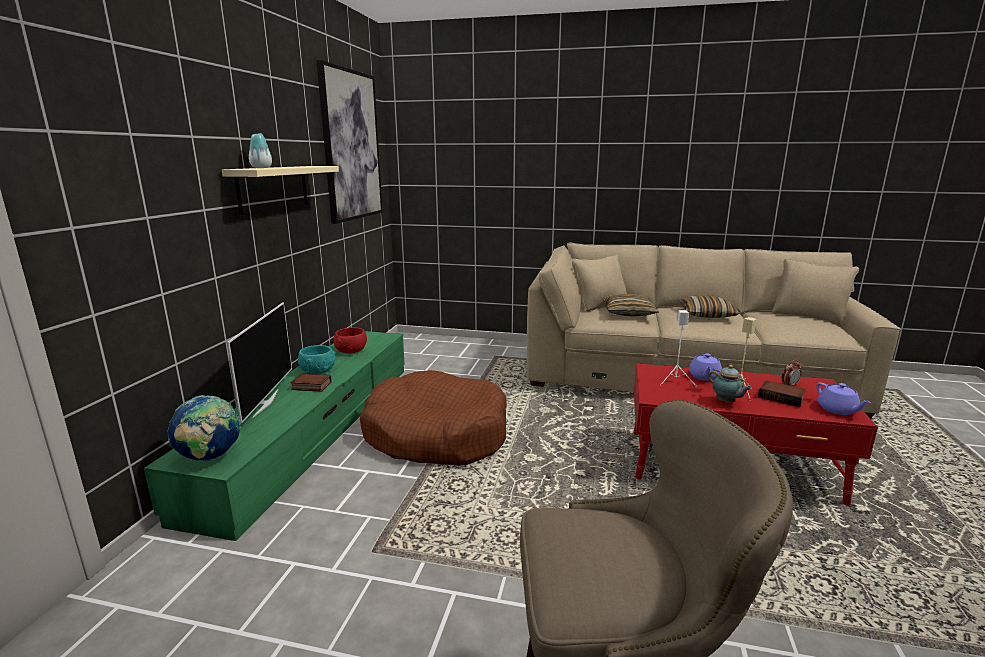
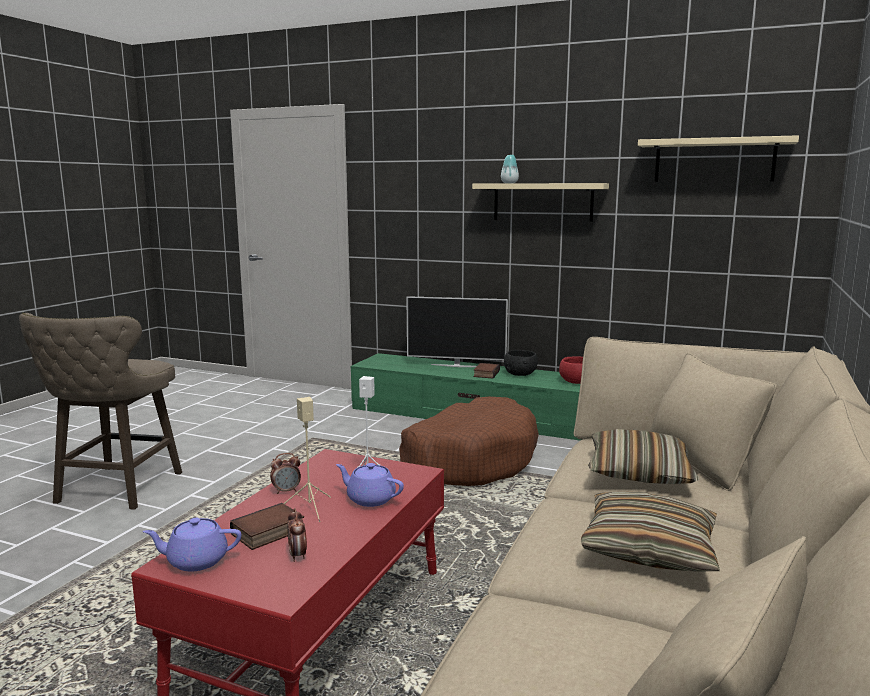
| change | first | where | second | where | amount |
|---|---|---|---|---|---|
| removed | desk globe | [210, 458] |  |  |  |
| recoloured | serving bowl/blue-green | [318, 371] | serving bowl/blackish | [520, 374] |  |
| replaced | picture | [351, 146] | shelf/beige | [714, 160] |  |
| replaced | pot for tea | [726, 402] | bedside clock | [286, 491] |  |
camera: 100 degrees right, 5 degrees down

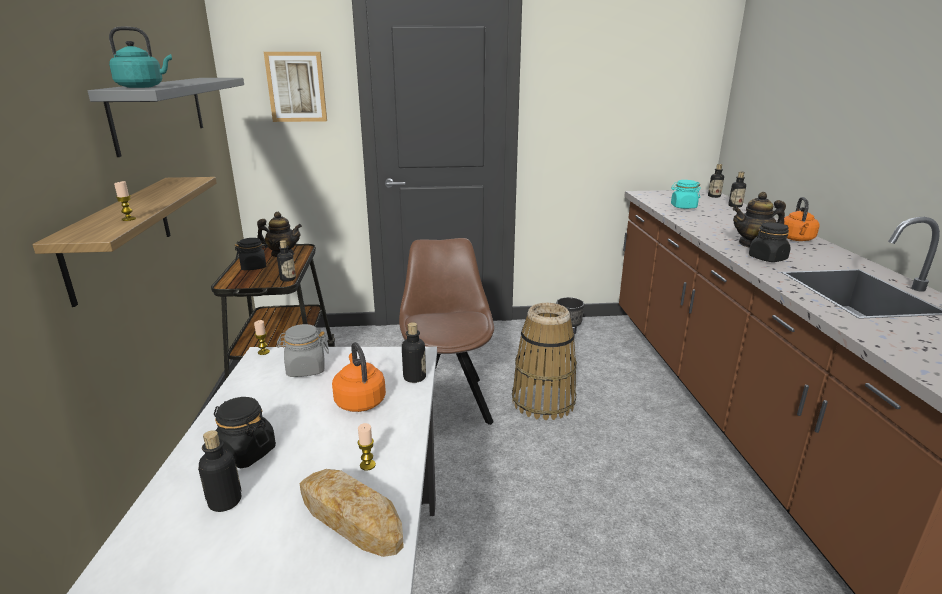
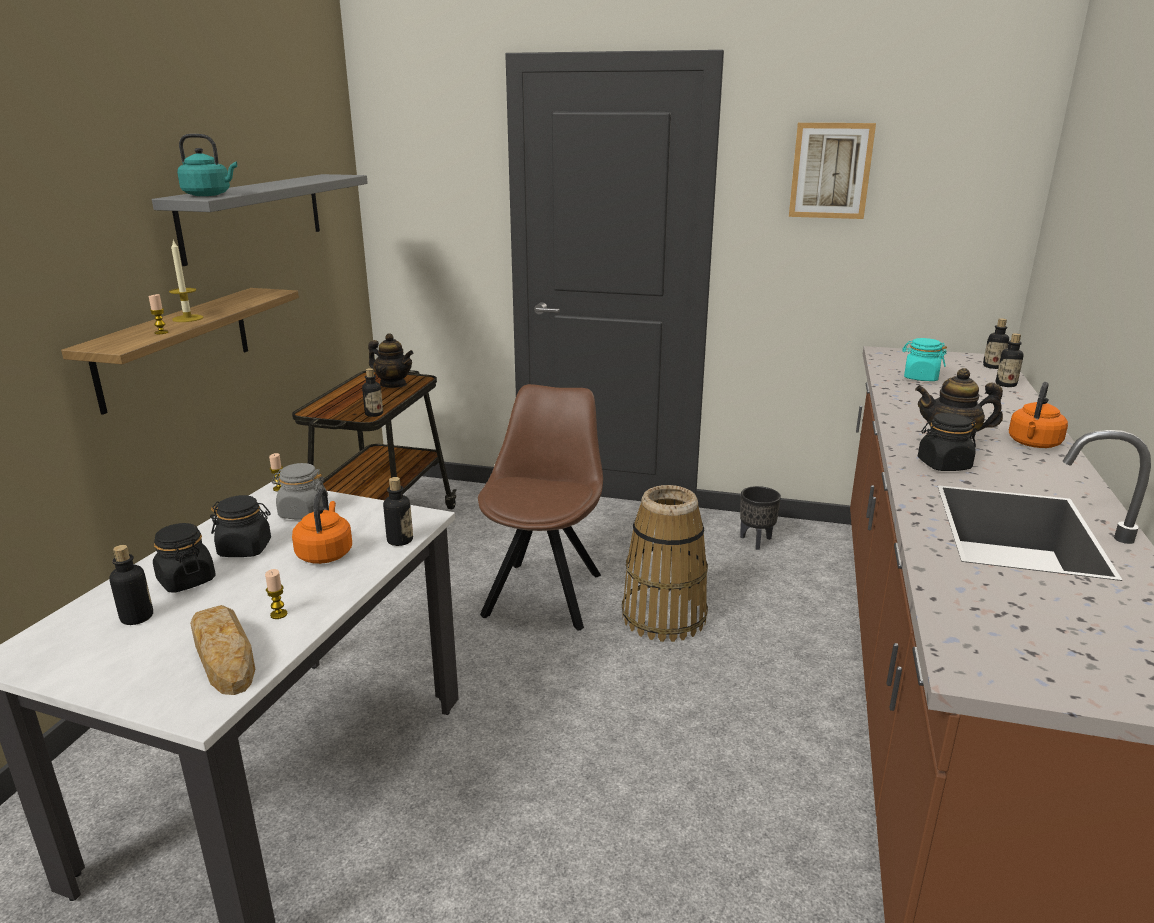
| change | first | where | second | where | amount |
|---|---|---|---|---|---|
| moved | jar/blackish | [254, 267] |  | [245, 549] |  |
| moved | picture | [296, 87] |  | [830, 170] |  |
| added |  |  | wax light | [188, 318] |  |
camera: 20 degrees right, 0 degrees up

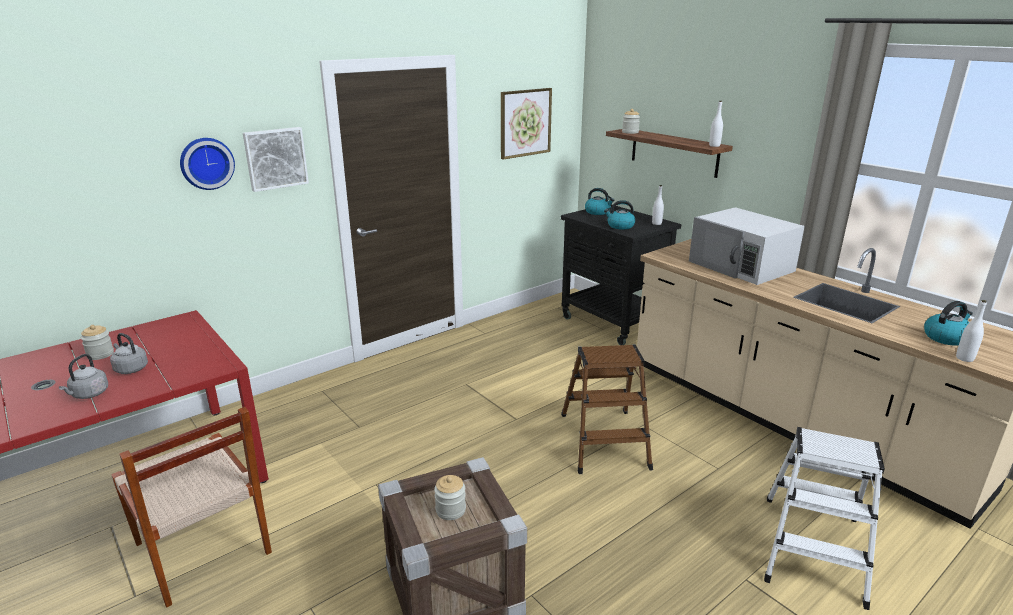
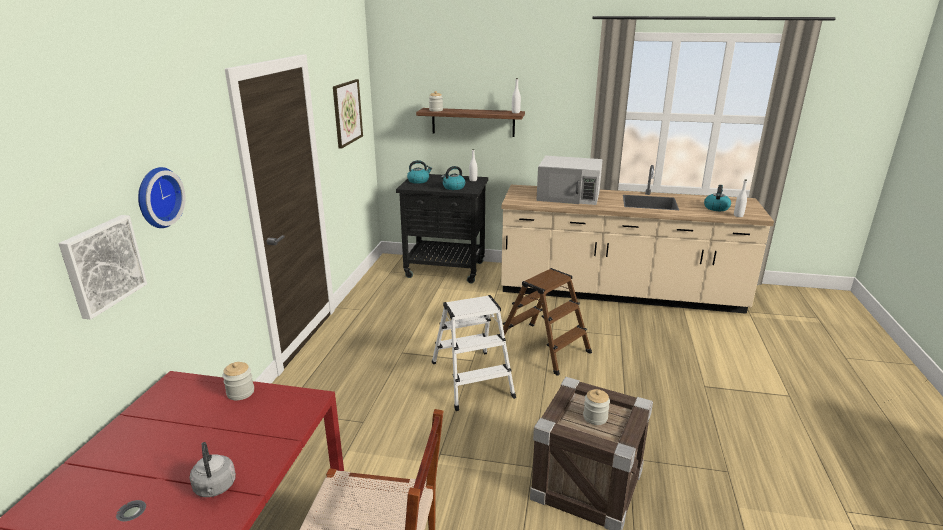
| change | first | where | second | where | amount |
|---|---|---|---|---|---|
| moved | jar | [100, 354] |  | [240, 392] |  |
| removed | water kettle/gray | [130, 368] |  |  |  |
| moved | picture | [275, 158] |  | [102, 265] |  |
| moved | step ladder/whitish | [812, 547] |  | [471, 378] |  |
camera: 40 degrees left, 0 degrees up

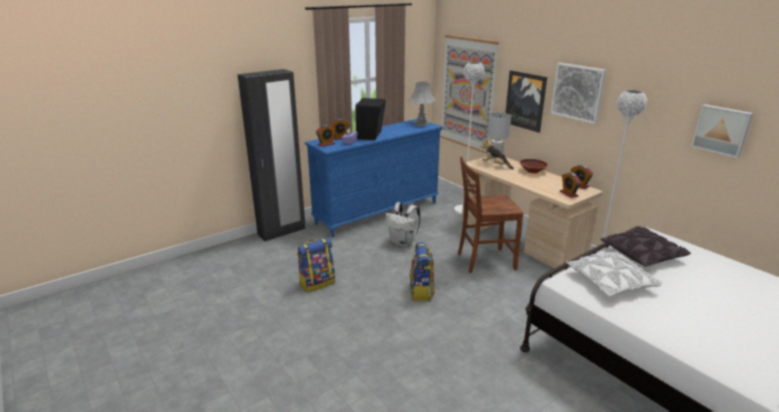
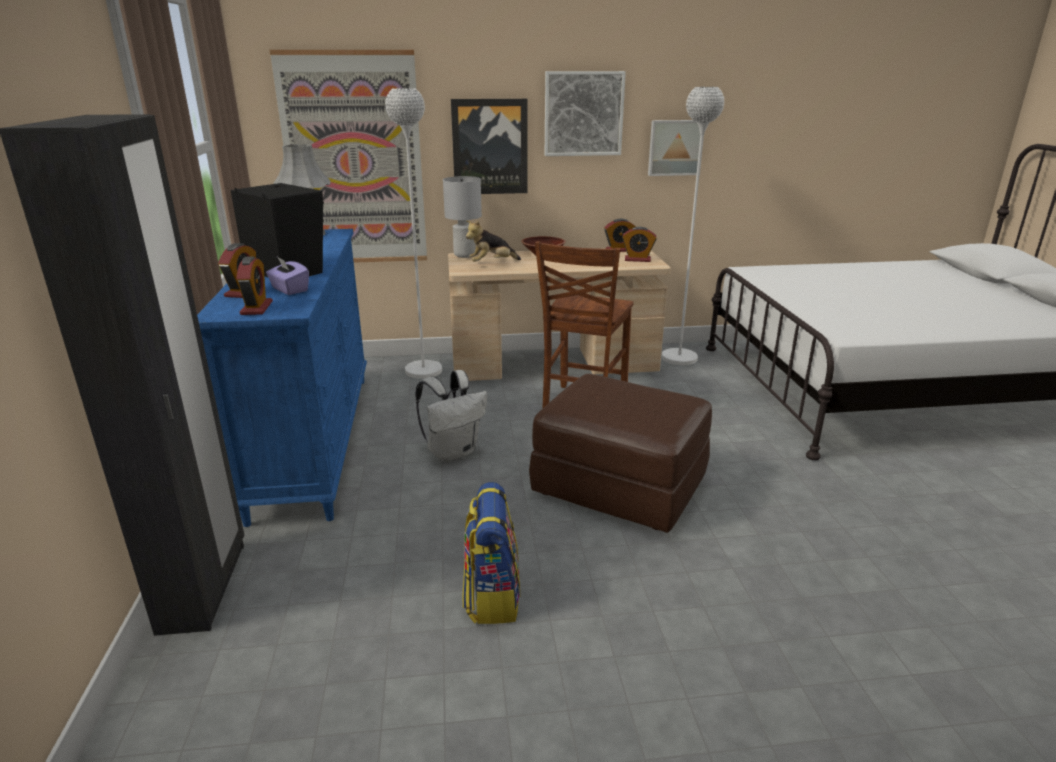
| change | first | where | second | where | amount |
|---|---|---|---|---|---|
| replaced | knapsack | [421, 291] | pouffe/brown | [620, 486] |  |
| removed | cushion/whitish | [610, 282] |  |  |  |
| removed | cushion/blackish | [642, 254] |  |  |  |
| moved | picture | [721, 130] |  | [675, 147] |  |
camera: 60 degrees left, 0 degrees up

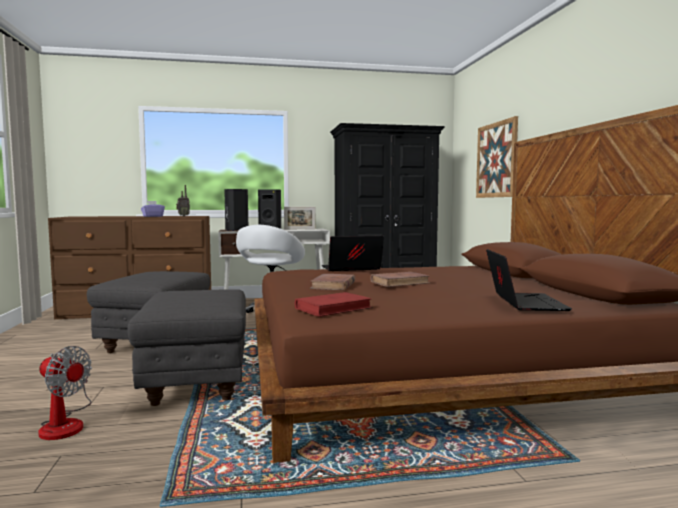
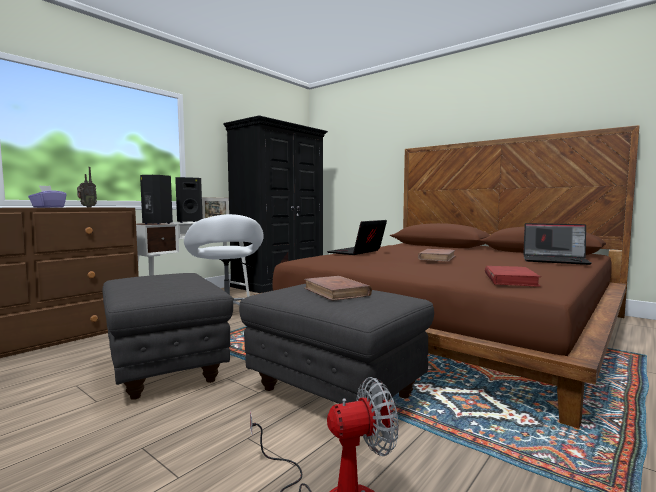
| change | first | where | second | where | amount |
|---|---|---|---|---|---|
| moved | bound book/brown | [333, 285] |  | [336, 292] |  |
| removed | picture | [496, 160] |  |  |  |
| turned | notebook computer | [523, 302] |  | [555, 260] | 150 degrees clockwise |
camera: 40 degrees left, 0 degrees up

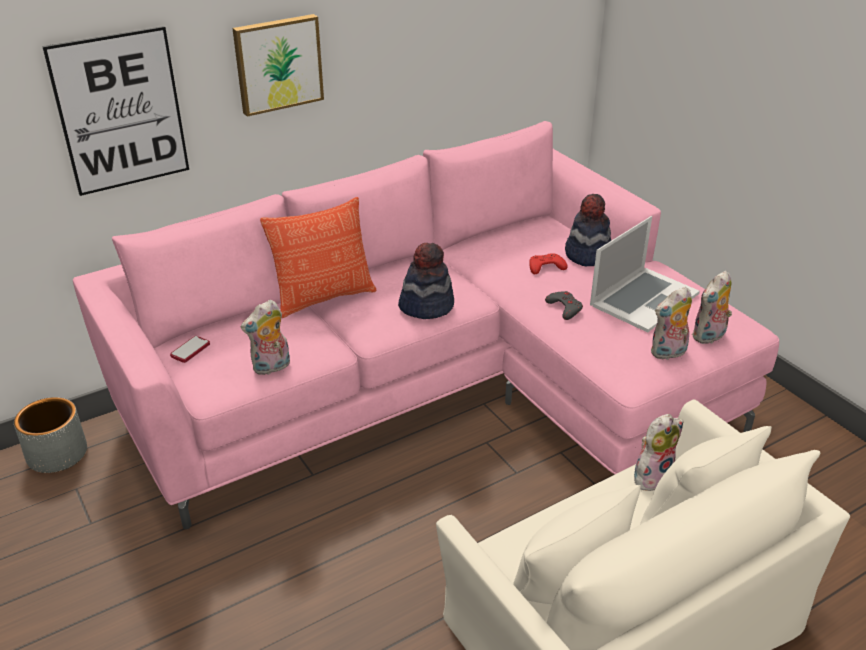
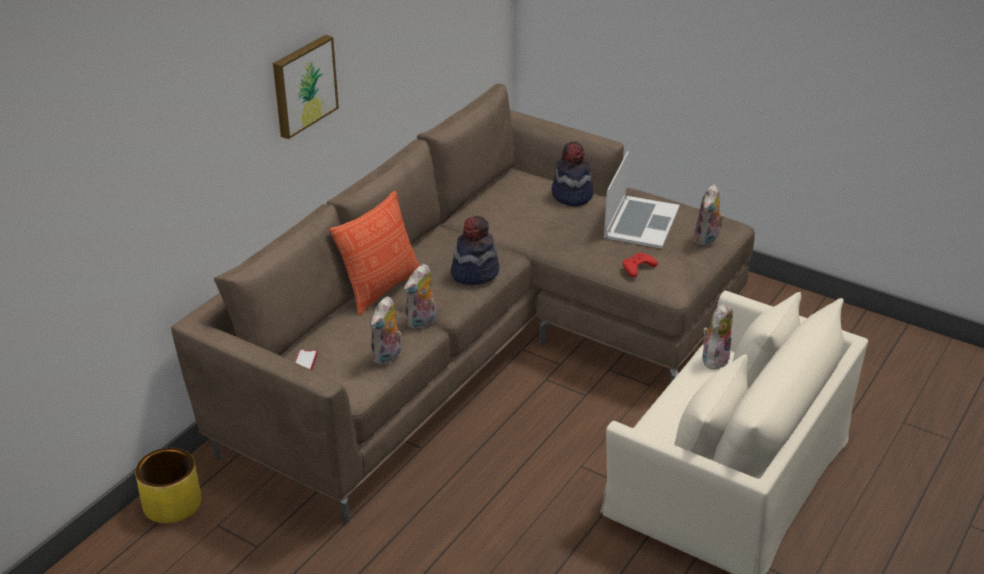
| change | first | where | second | where | amount |
|---|---|---|---|---|---|
| recoloured | planter/gray | [58, 454] | planter/yellow-coloured | [172, 504] |  |
| removed | picture | [120, 112] |  |  |  |
| recoloured | settee/pinkish | [443, 387] | settee/brown | [479, 345] |  |
| moved | game controller/red | [546, 267] |  | [637, 267] |  |
| removed | game controller/gray | [564, 308] |  |  |  |
| moved | cuddly toy | [668, 353] |  | [422, 323] |  |
camera: 25 degrees left, 0 degrees up

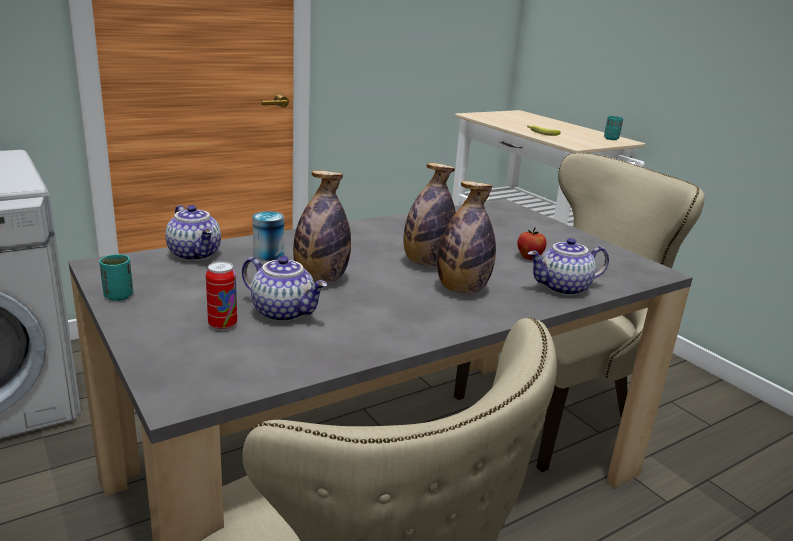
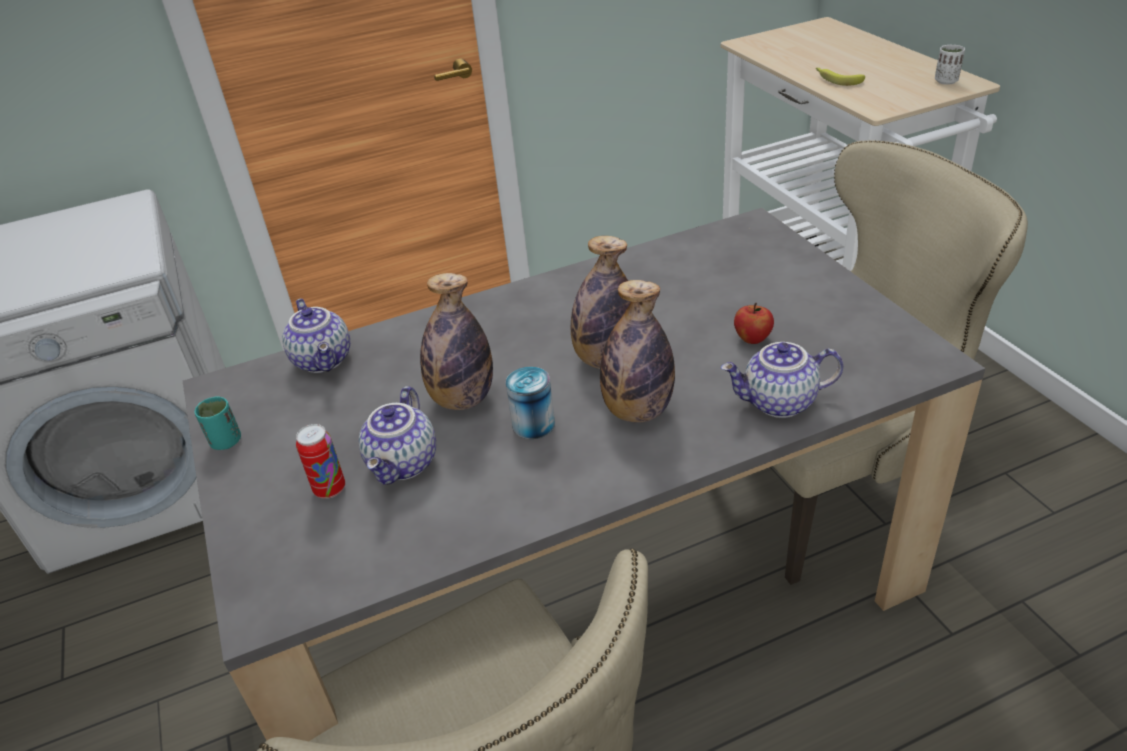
| change | first | where | second | where | amount |
|---|---|---|---|---|---|
| turned | pot for tea | [284, 312] |  | [405, 464] | 60 degrees clockwise |
| moved | sealed can | [268, 255] |  | [533, 424] |  |
| recoloured | small cup/blue-green | [611, 139] | small cup/whitish | [946, 81] |  |
camera: 15 degrees right, 15 degrees up

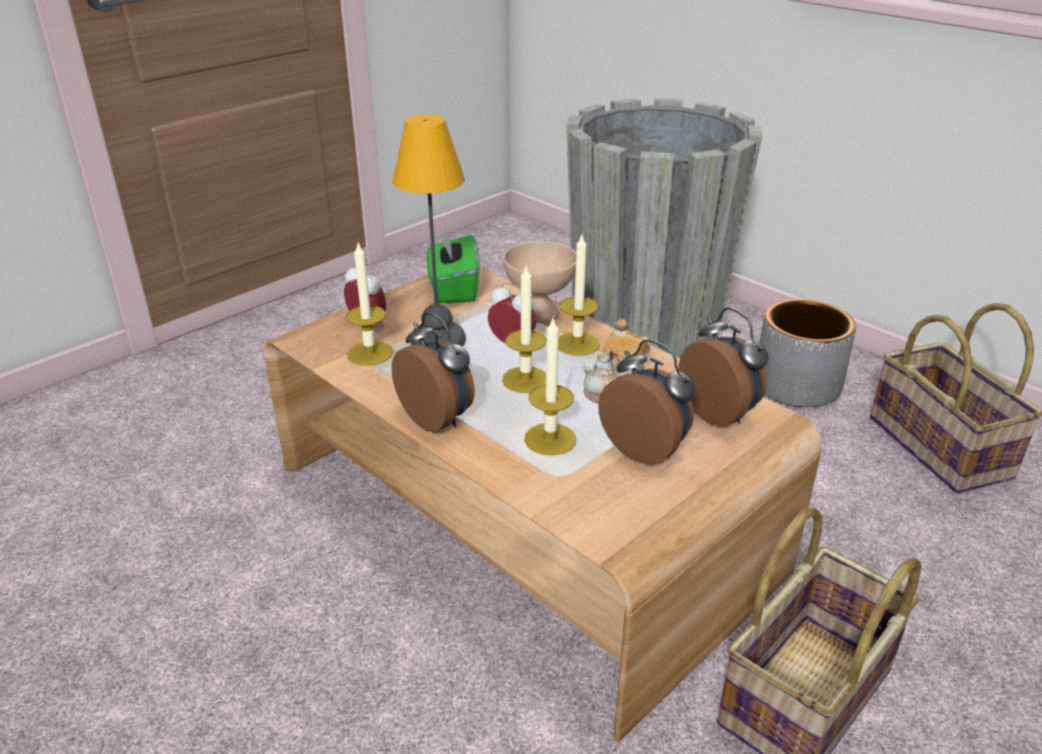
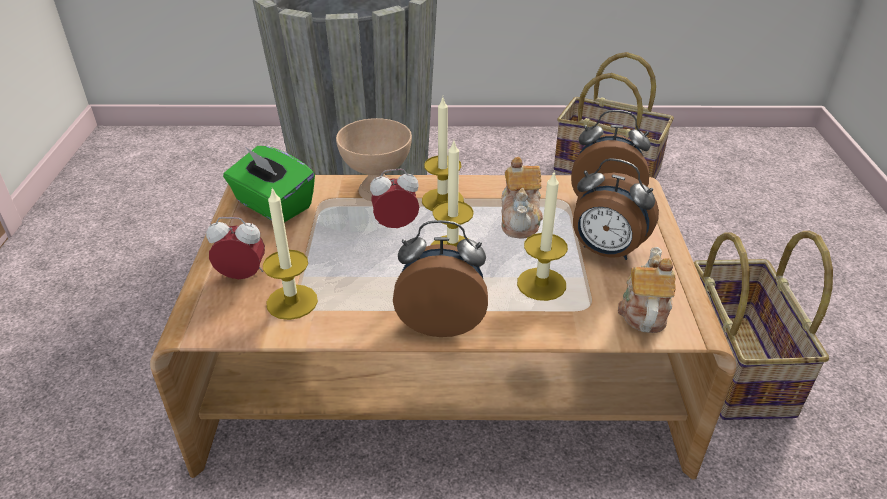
| change | first | where | second | where | amount |
|---|---|---|---|---|---|
| removed | table lamp | [439, 340] |  |  |  |
| turned | bedside clock | [646, 449] |  | [605, 252] | 150 degrees counterclockwise |
| removed | planter/gray | [797, 386] |  |  |  |
| added |  |  | pot for tea | [643, 310] |  |
camera: 45 degrees left, 5 degrees up

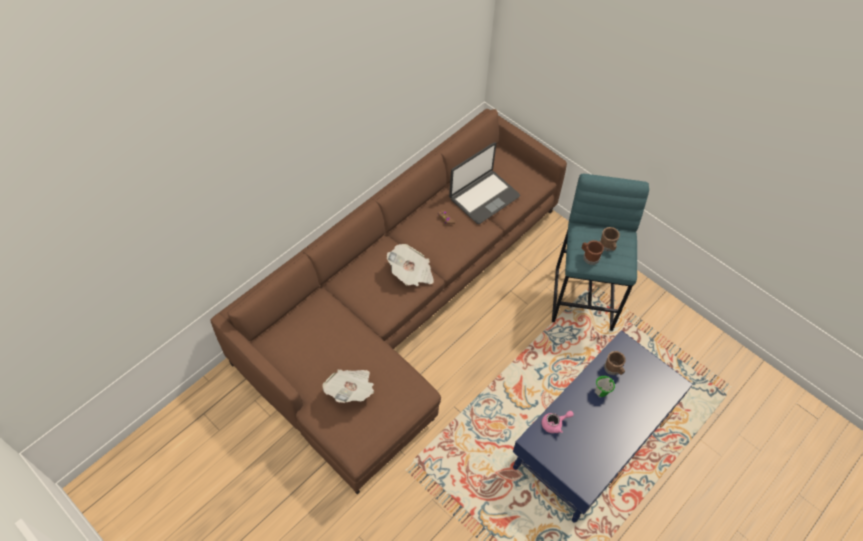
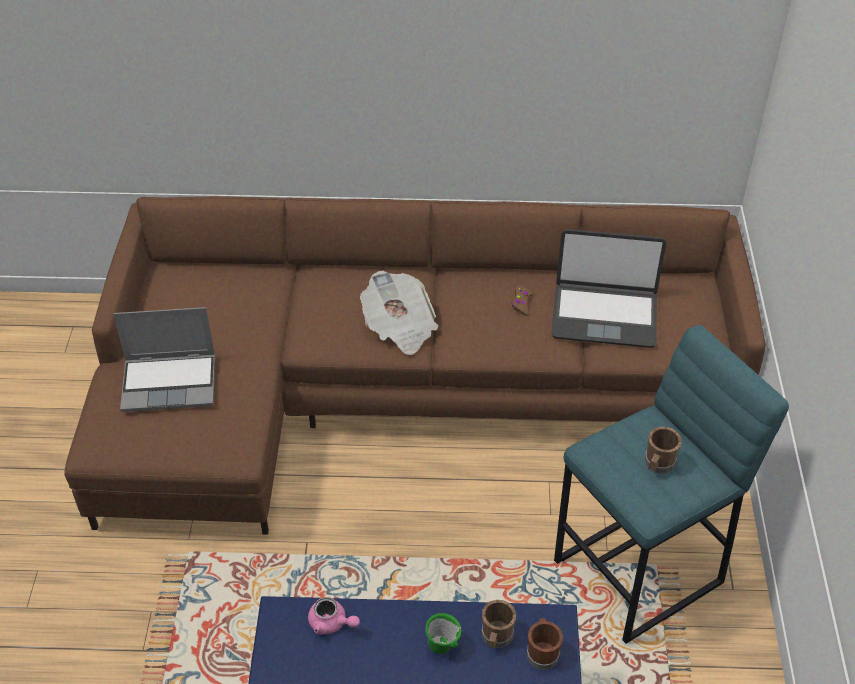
| change | first | where | second | where | amount |
|---|---|---|---|---|---|
| replaced | daily paper | [351, 390] | notebook computer | [171, 383] |  |
| moved | mug/brown | [589, 257] |  | [542, 651] |  |
camera: 50 degrees right, 10 degrees down

